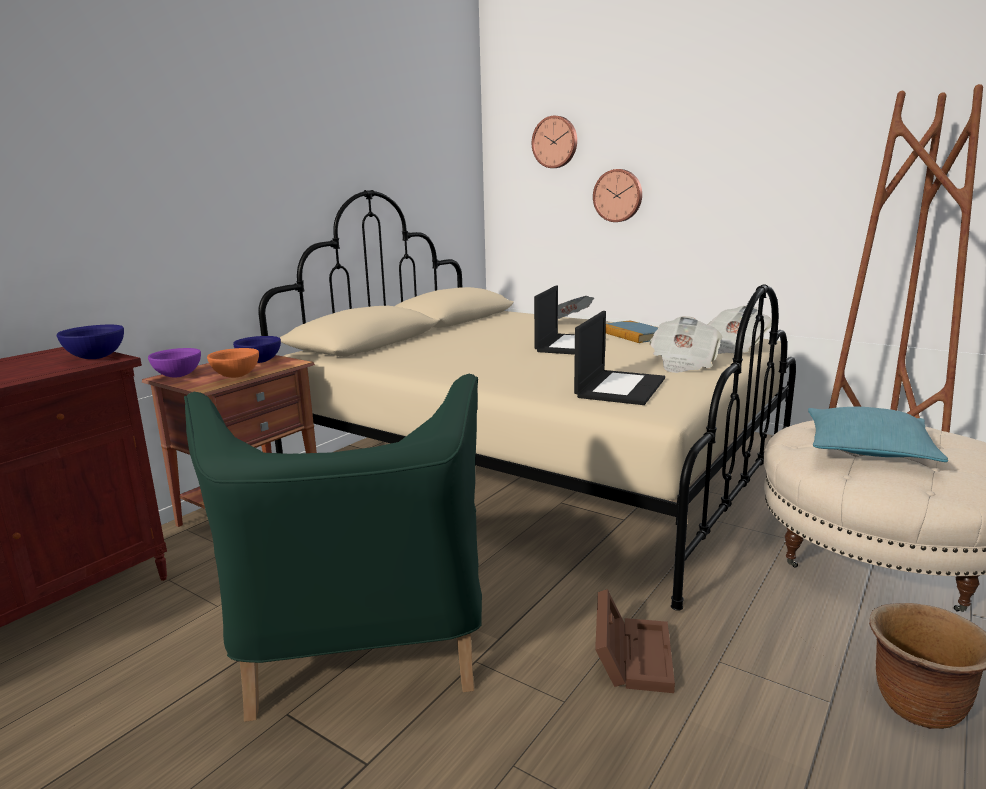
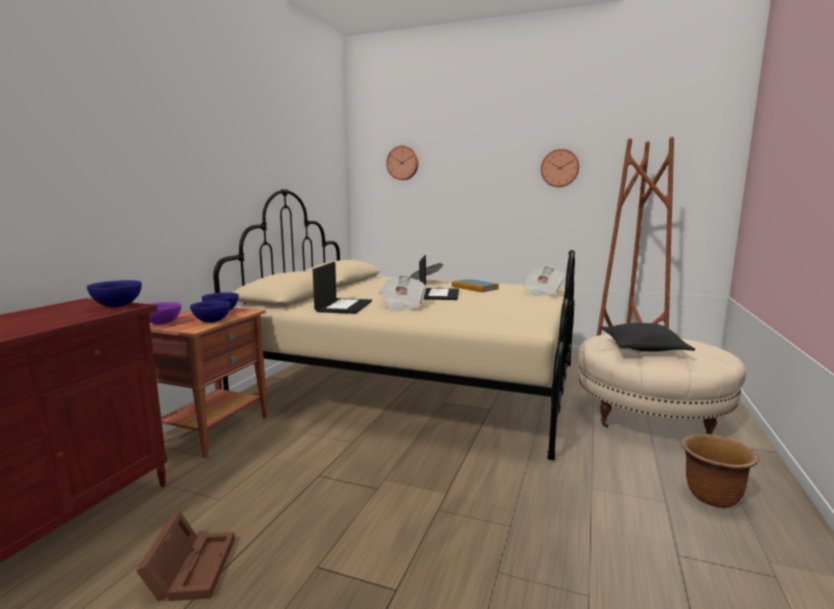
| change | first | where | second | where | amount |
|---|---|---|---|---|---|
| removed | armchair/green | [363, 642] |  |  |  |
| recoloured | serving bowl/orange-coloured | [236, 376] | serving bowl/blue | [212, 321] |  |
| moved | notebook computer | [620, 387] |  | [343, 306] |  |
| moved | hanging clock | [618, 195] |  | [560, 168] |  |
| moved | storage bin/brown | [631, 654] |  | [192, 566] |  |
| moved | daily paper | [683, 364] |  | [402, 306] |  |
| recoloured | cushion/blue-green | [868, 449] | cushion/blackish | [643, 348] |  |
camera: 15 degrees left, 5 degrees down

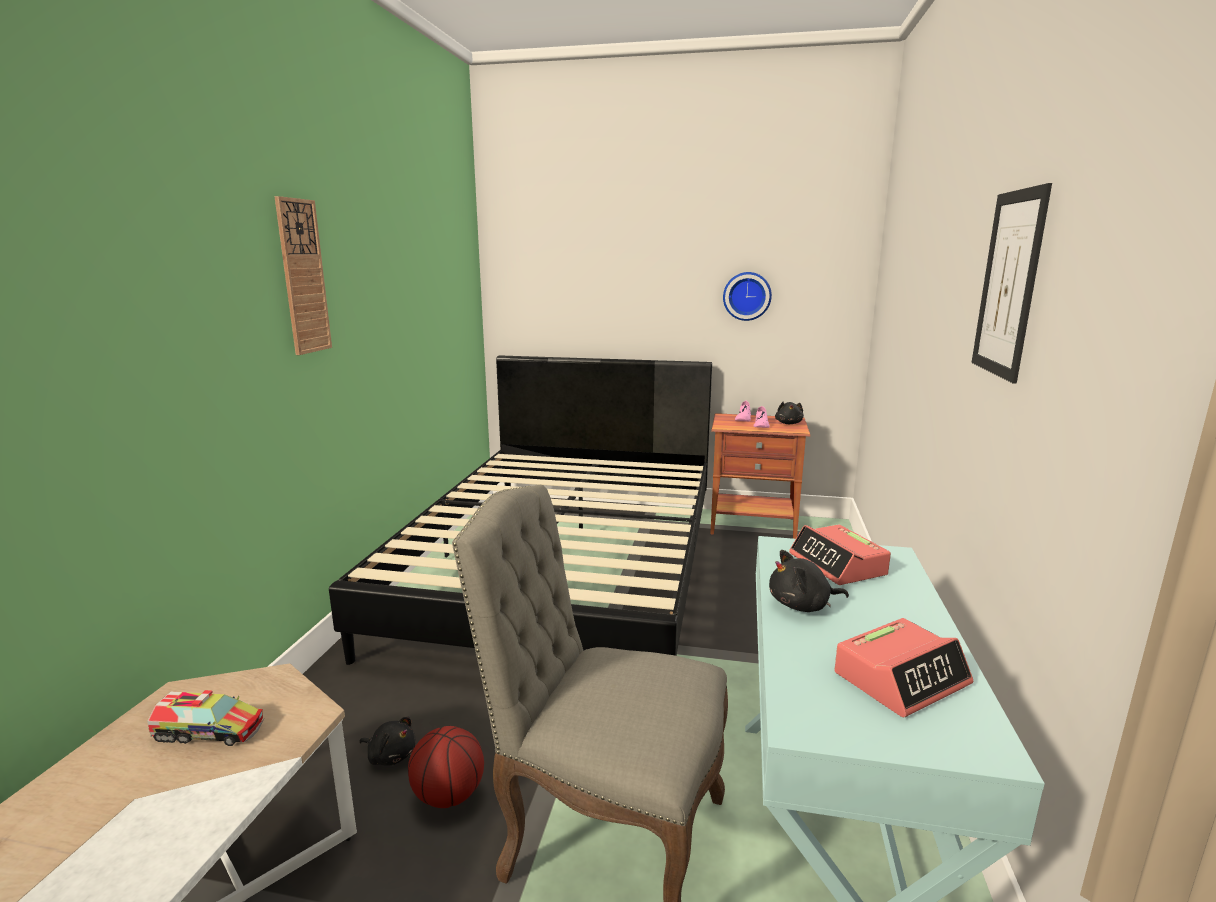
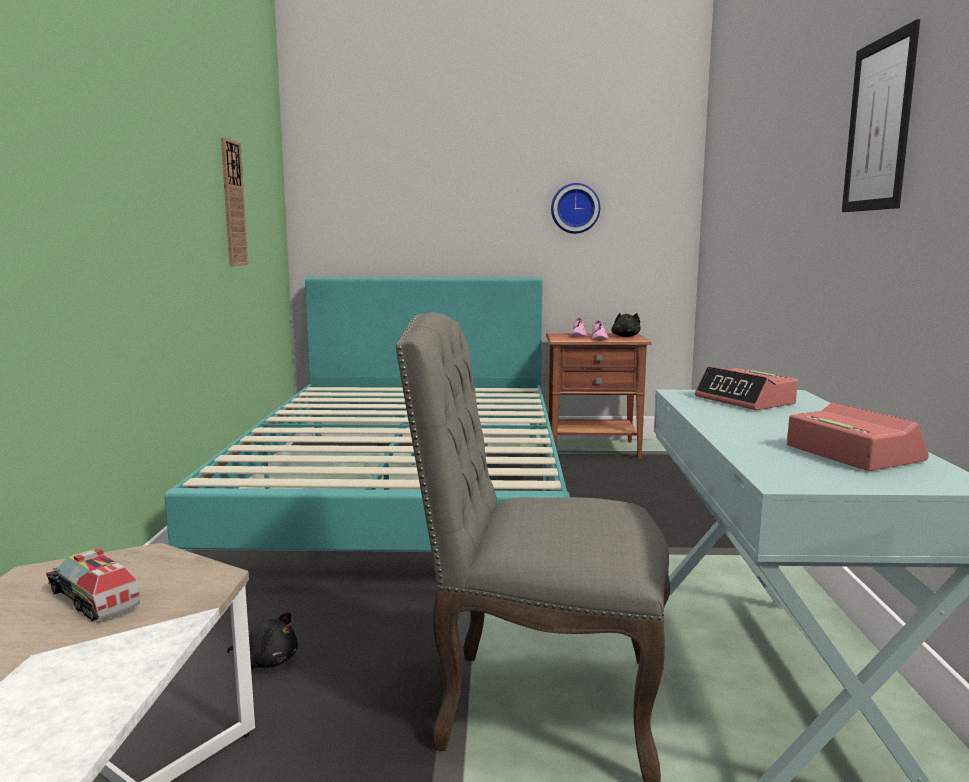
| change | first | where | second | where | amount |
|---|---|---|---|---|---|
| turned | model truck | [209, 731] |  | [93, 598] | 135 degrees counterclockwise |
| moved | hanging clock | [303, 277] |  | [233, 203] |  |
| recoloured | sleeping bed/blackish | [565, 570] | sleeping bed/blue-green | [406, 494] |  |
| removed | ball for basketball | [448, 795] |  |  |  |
| removed | cuddly toy/blackish | [802, 605] |  |  |  |
| turned | bedside clock | [901, 678] |  | [852, 453] | 75 degrees counterclockwise |
camera: 10 degrees left, 5 degrees down

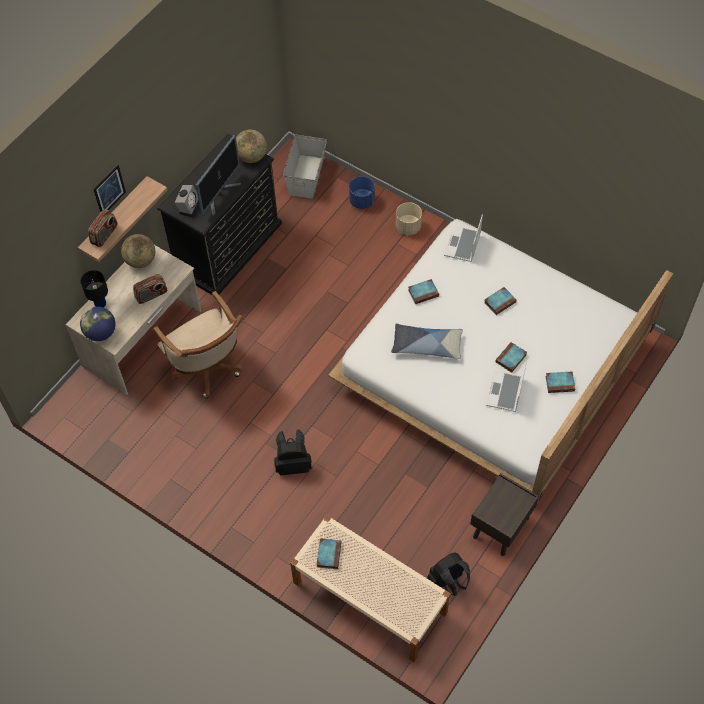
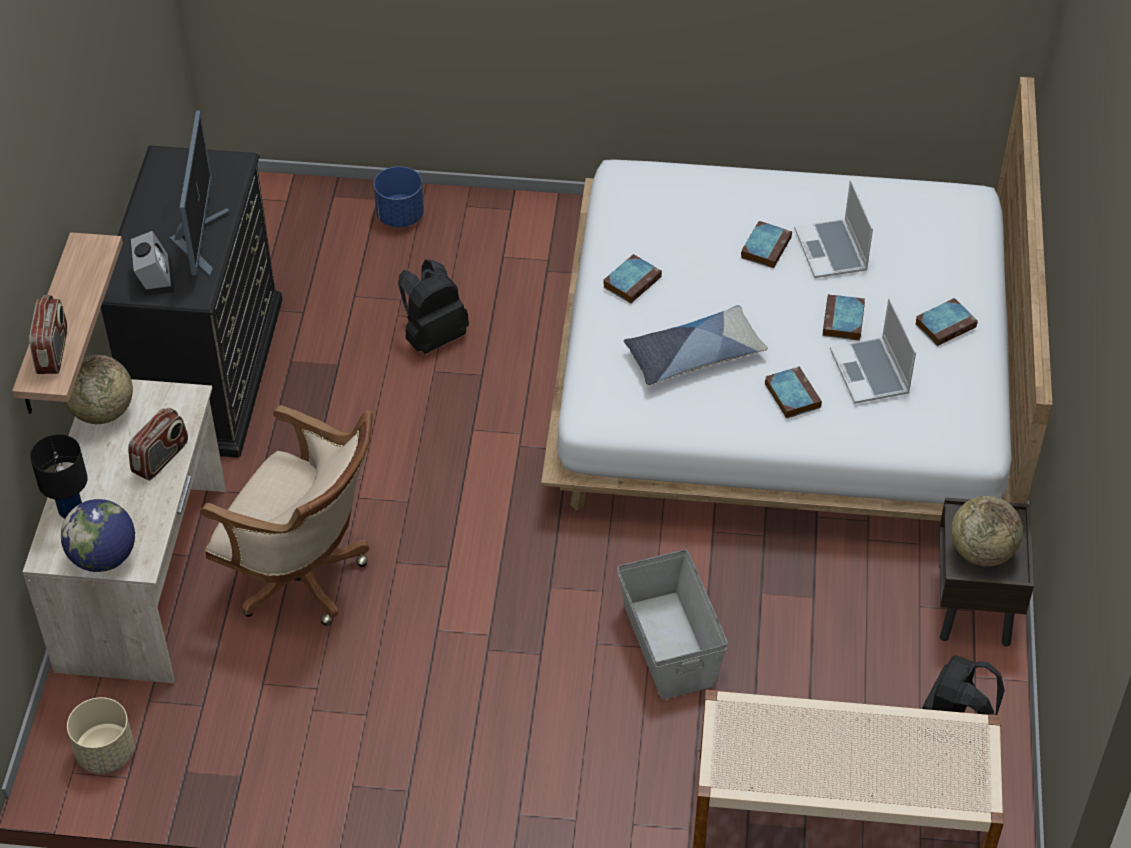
| change | first | where | second | where | amount |
|---|---|---|---|---|---|
| removed | picture | [109, 190] |  |  |  |
| moved | desk globe | [251, 156] |  | [981, 552] |  |
| moved | knapsack/blackish | [293, 464] |  | [433, 336] |  |
| moved | storage bin/gray | [306, 176] |  | [669, 644] |  |
| moved | bound book | [328, 554] |  | [791, 395] |  |
| moved | planter/beige | [408, 227] |  | [105, 753] |  |
| moved | notebook computer | [463, 245] |  | [832, 251] |  |
camera: 30 degrees left, 10 degrees down

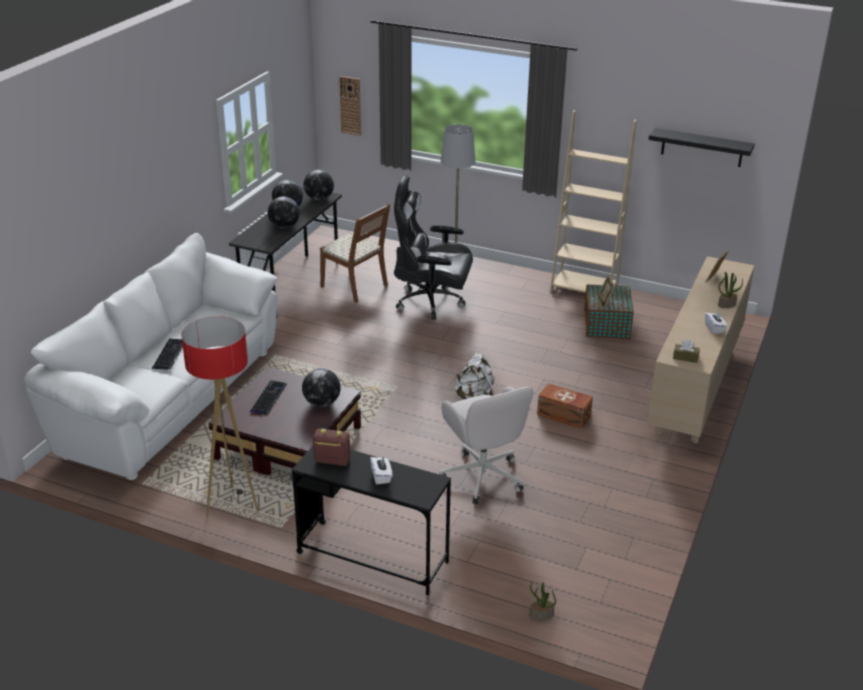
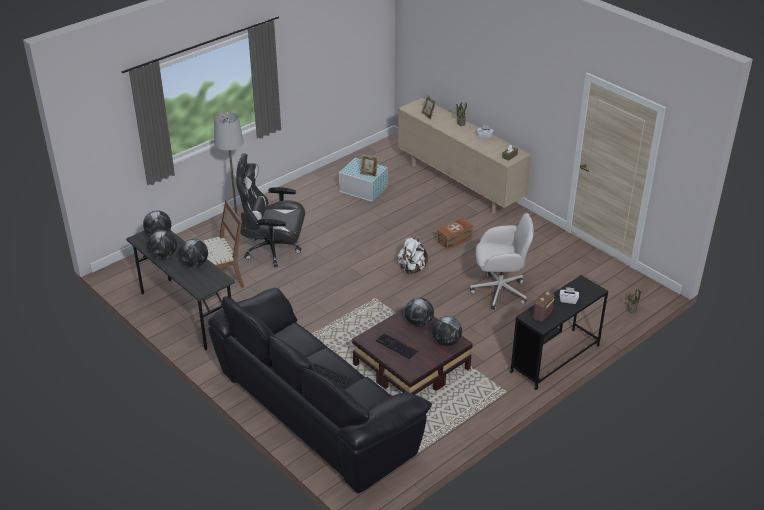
| change | first | where | second | where | amount |
|---|---|---|---|---|---|
| recoloured | settee/whitish | [171, 401] | settee/blackish | [317, 417] |  |
| removed | standard lamp | [232, 504] |  |  |  |
| removed | hanging clock | [350, 105] |  |  |  |
| turned | computer chair/blackish | [433, 303] |  | [275, 250] | 60 degrees clockwise |
| removed | bookshelf/beige | [583, 290] |  |  |  |
| recoloured | storage bin/brown | [606, 325] | storage bin/whitish | [364, 189] |  |
| removed | shelf/blackish | [702, 147] |  |  |  |
| added |  |  | desk globe | [446, 342] |  |
camera: 65 degrees left, 5 degrees up

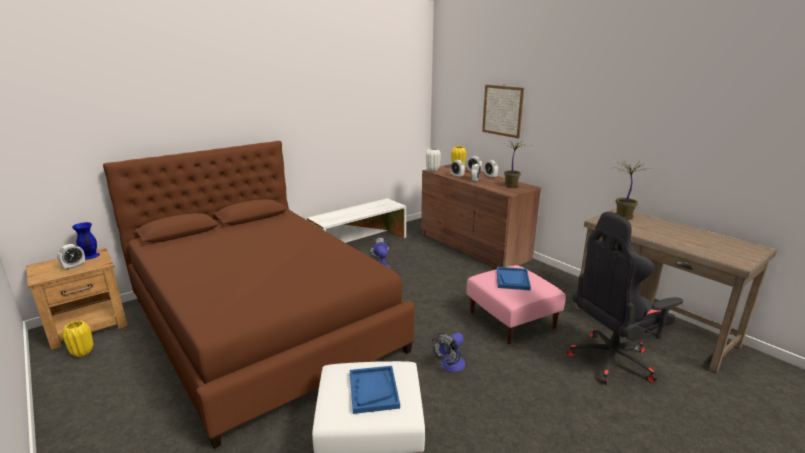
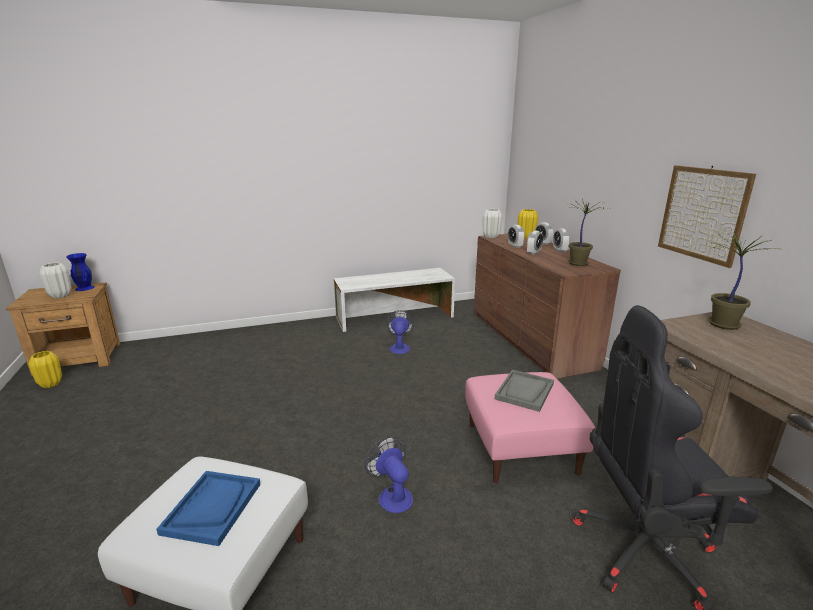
| change | first | where | second | where | amount |
|---|---|---|---|---|---|
| replaced | bedside clock | [74, 266] | vase/whitish | [61, 295] |  |
| removed | sleeping bed/brown | [262, 323] |  |  |  |
| turned | electric fan | [450, 366] |  | [392, 495] | 90 degrees clockwise |
| moved | picture | [502, 110] |  | [703, 212] |  |
| recoloured | tray/blue | [512, 279] | tray/gray | [524, 391] |  |
camera: 20 degrees right, 0 degrees up

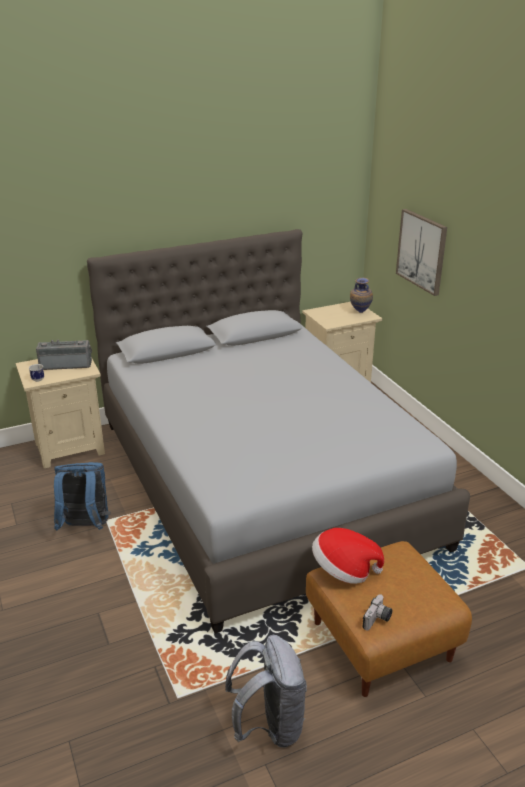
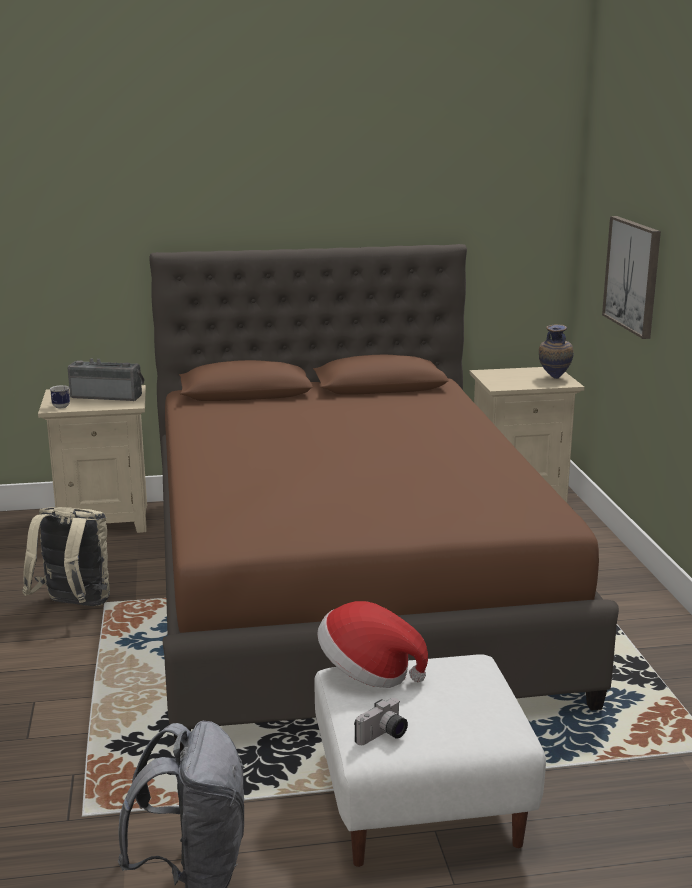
| change | first | where | second | where | amount |
|---|---|---|---|---|---|
| recoloured | knapsack/blue | [85, 527] | knapsack/beige | [74, 606] |  |
| recoloured | sleeping bed/gray | [262, 481] | sleeping bed/brown | [346, 588] |  |
| recoloured | pouffe/brown | [382, 640] | pouffe/whitish | [422, 801] |  |
camera: 15 degrees right, 10 degrees down

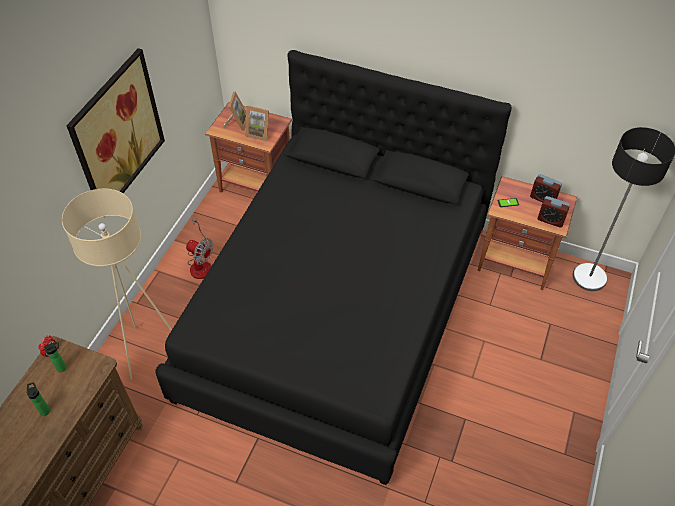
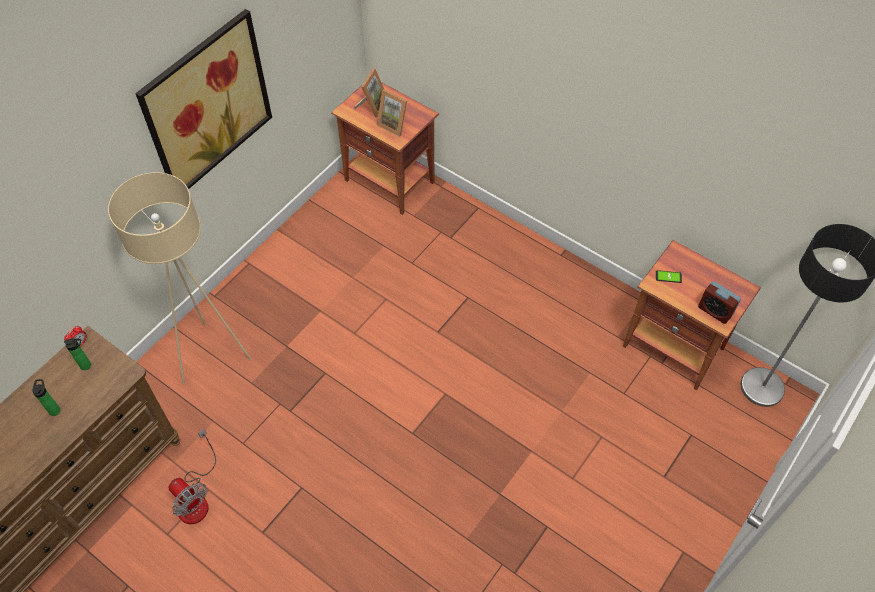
| change | first | where | second | where | amount |
|---|---|---|---|---|---|
| removed | sleeping bed/blackish | [338, 310] |  |  |  |
| moved | electric fan | [200, 263] |  | [196, 497] |  |
| removed | bedside clock | [543, 198] |  |  |  |
camera: 15 degrees right, 5 degrees up

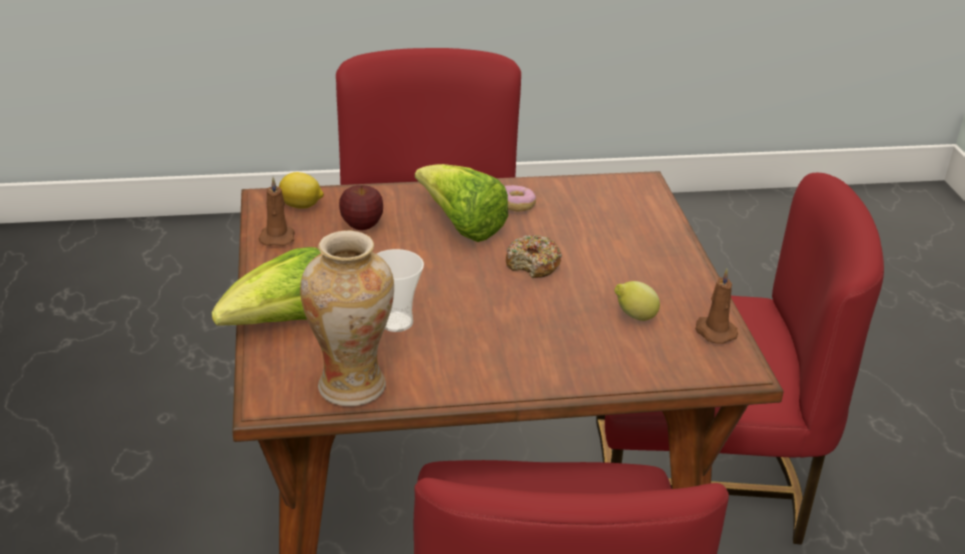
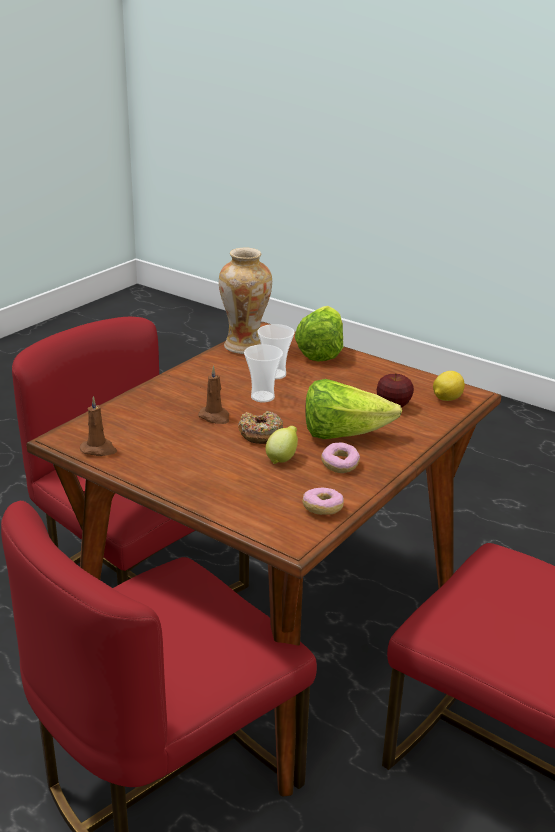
| change | first | where | second | where | amount |
|---|---|---|---|---|---|
| moved | wax light/brown | [277, 237] |  | [215, 417] |  |
| moved | citrus fruit | [634, 317] |  | [282, 458] |  |
| added |  |  | small cup | [262, 397] |  |
| added |  |  | donut | [322, 509] |  |
camera: 135 degrees right, 5 degrees down

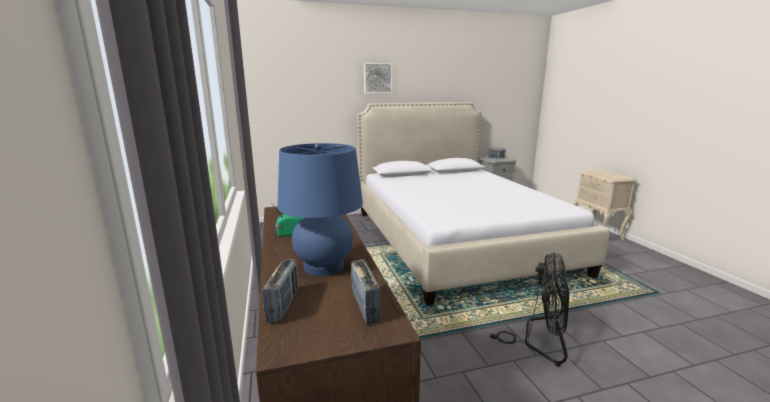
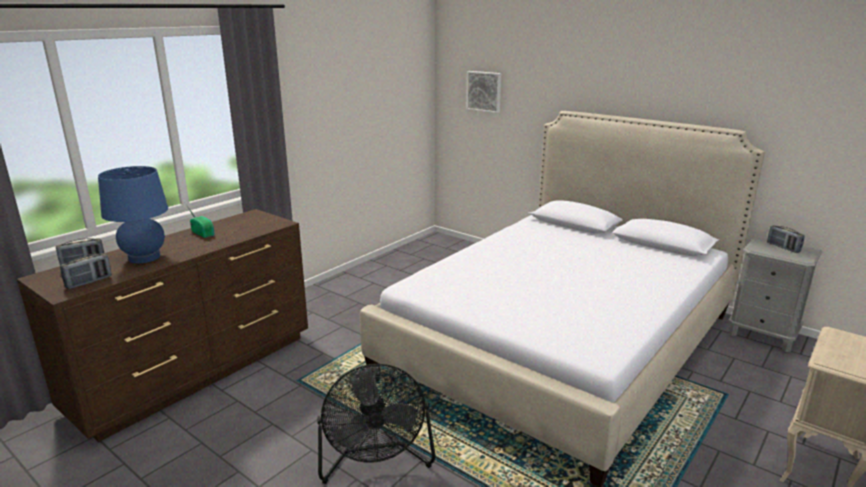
| change | first | where | second | where | amount |
|---|---|---|---|---|---|
| moved | picture | [377, 78] |  | [484, 91] |  |
camera: 55 degrees right, 5 degrees up

